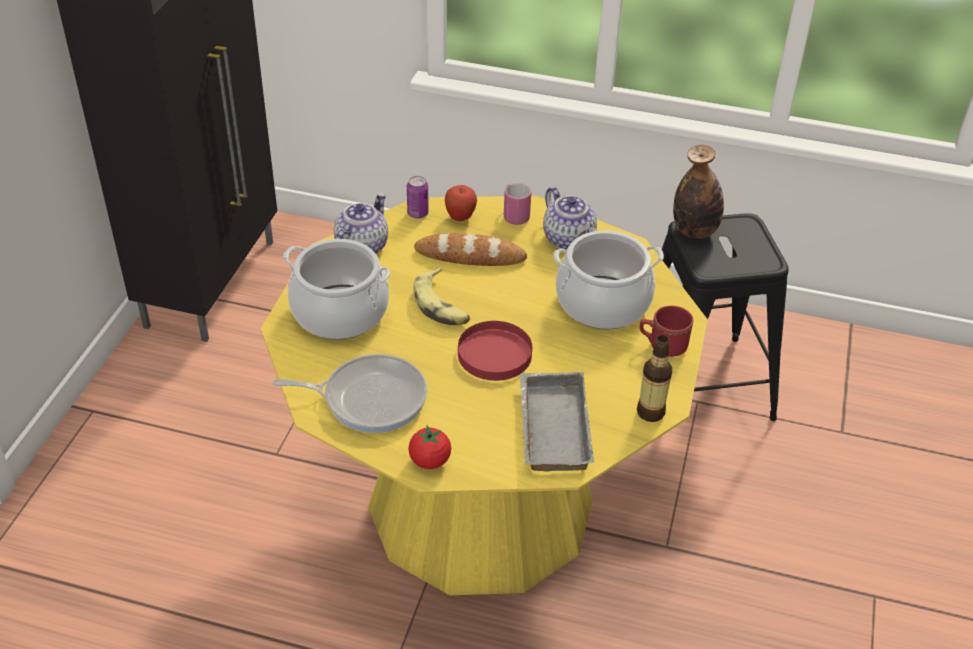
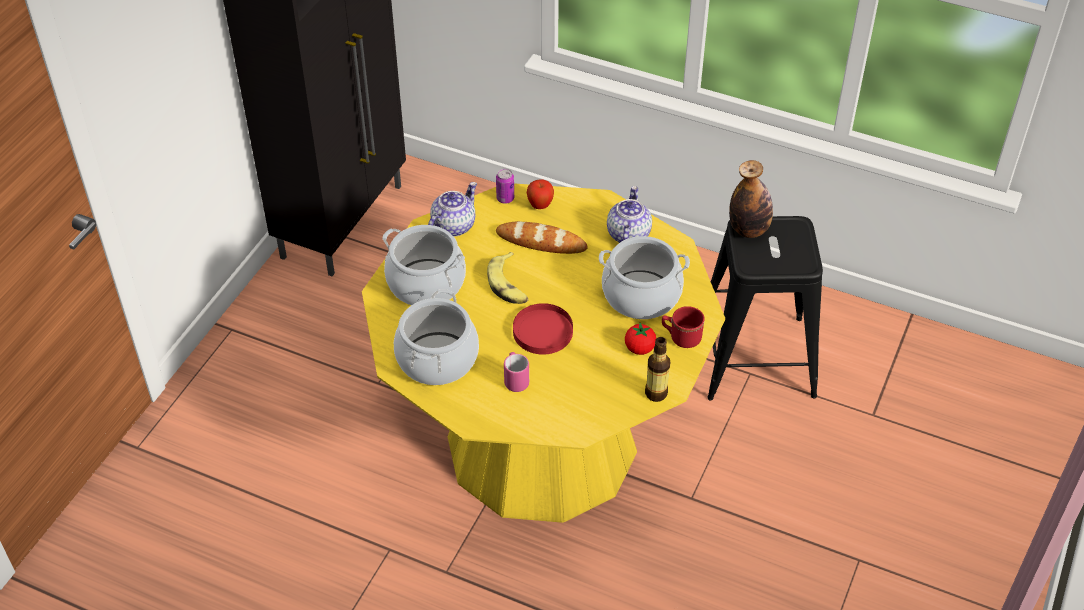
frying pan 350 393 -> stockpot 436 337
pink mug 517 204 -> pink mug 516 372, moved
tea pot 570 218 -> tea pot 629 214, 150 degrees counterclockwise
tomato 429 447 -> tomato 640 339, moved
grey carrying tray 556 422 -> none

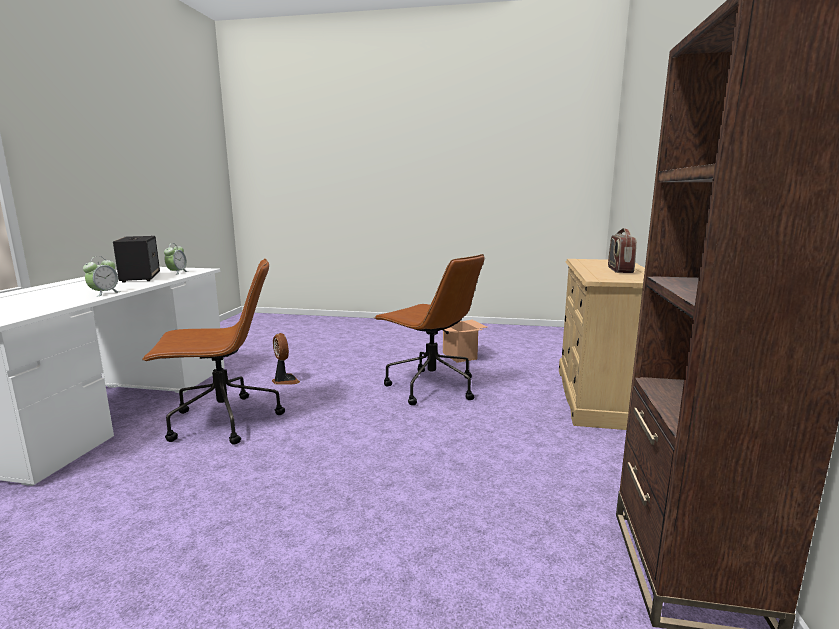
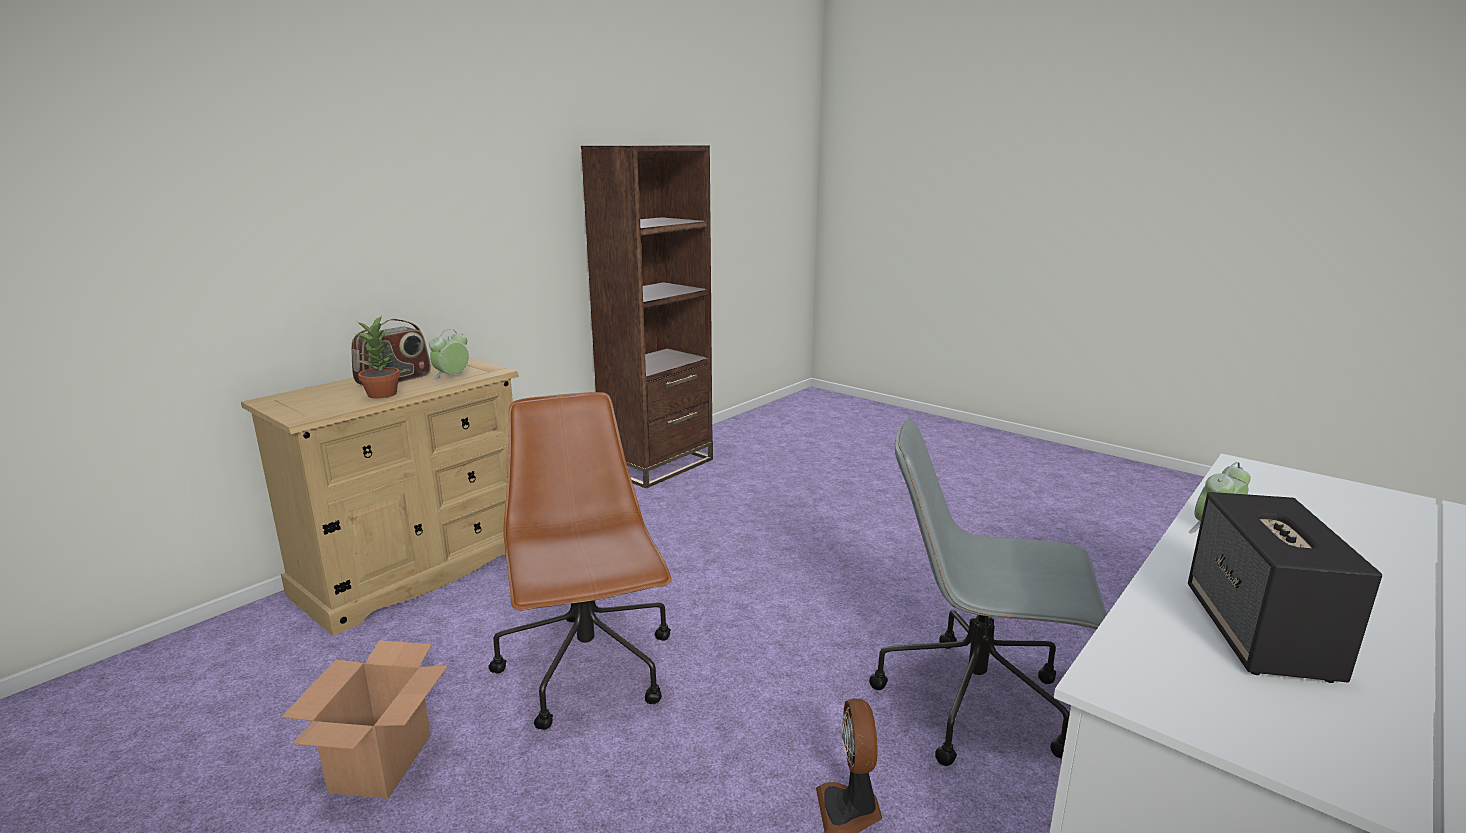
none -> houseplant 378 357
alarm clock 176 259 -> alarm clock 449 354, moved
brown-coloured computer chair 213 351 -> grey computer chair 988 592

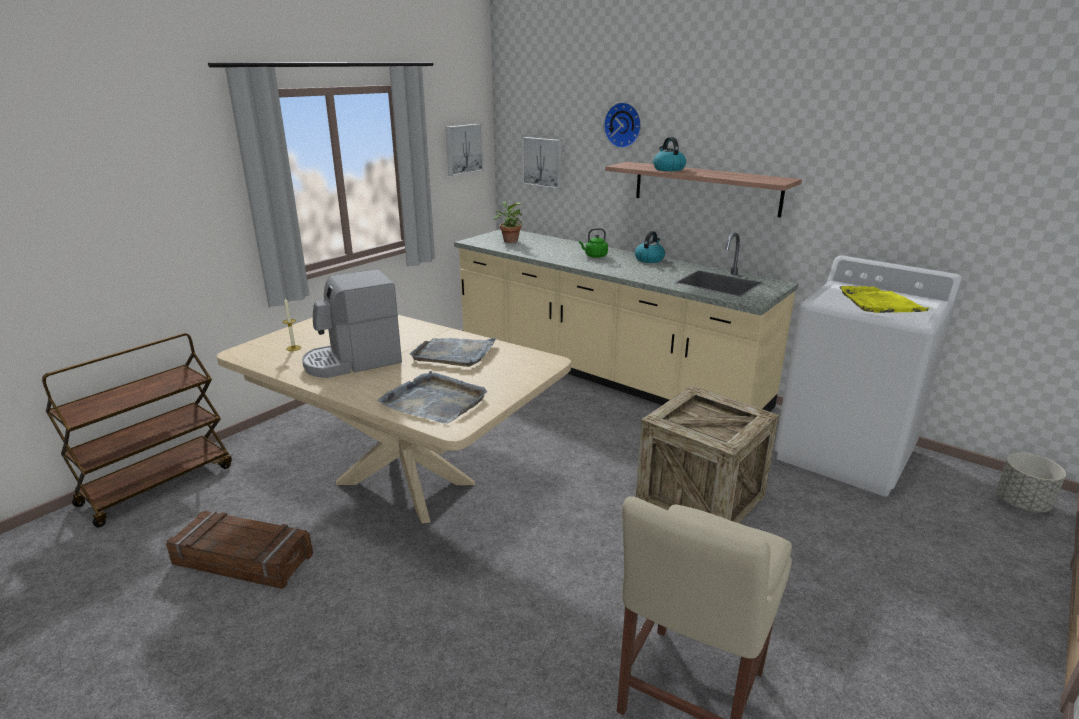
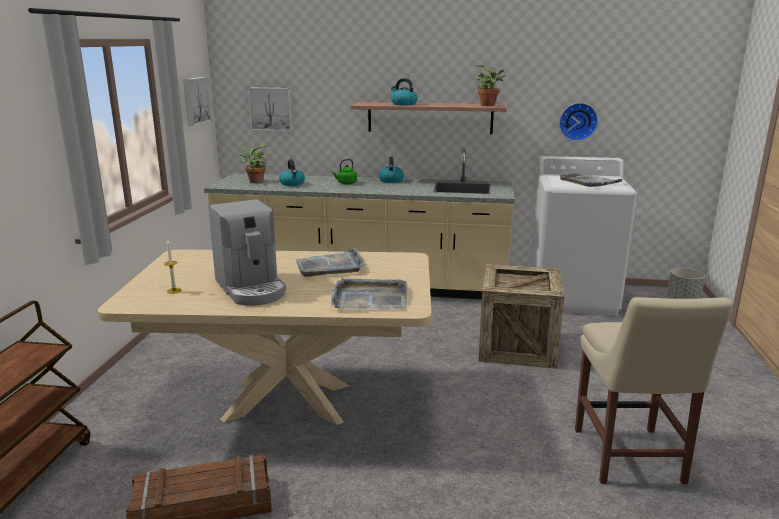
coffee maker 352 323 -> coffee maker 247 252, 60 degrees counterclockwise
none -> kettle 292 172
none -> houseplant 491 85
hanging clock 622 125 -> hanging clock 578 122, moved
yellow carrying tray 884 299 -> grey carrying tray 590 180

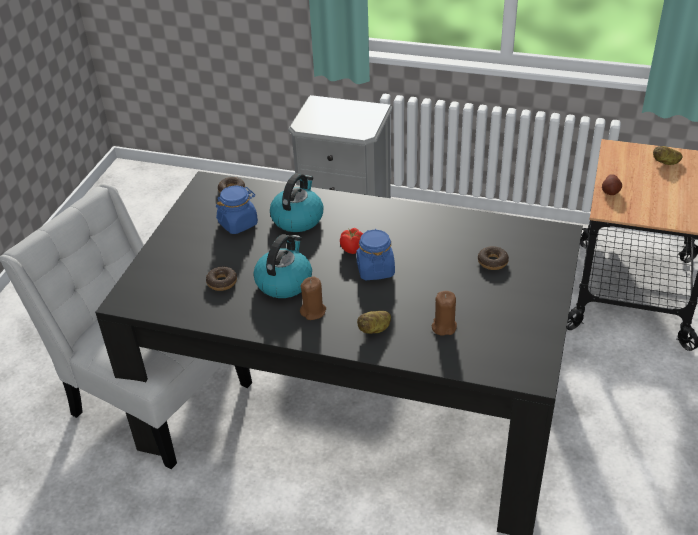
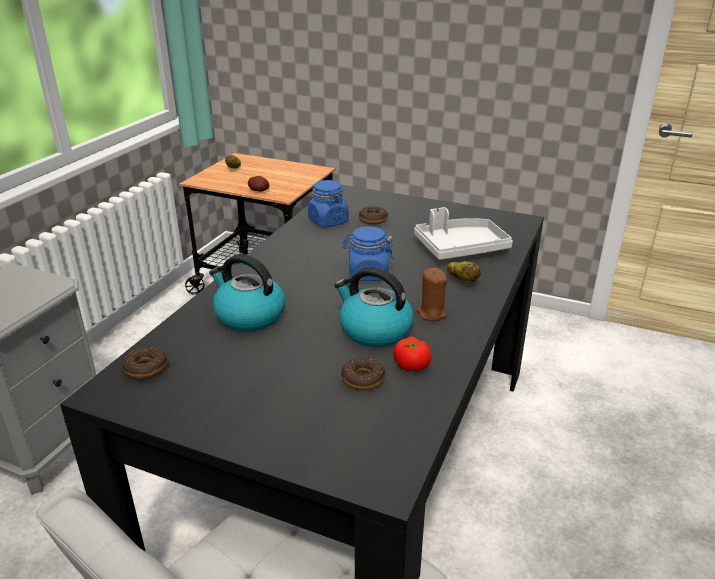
blue-coloured preserve jar 237 210 -> blue-coloured preserve jar 328 203, moved
tomato 351 241 -> tomato 412 354, moved
brown-coloured candle 444 313 -> grey carrying tray 463 233

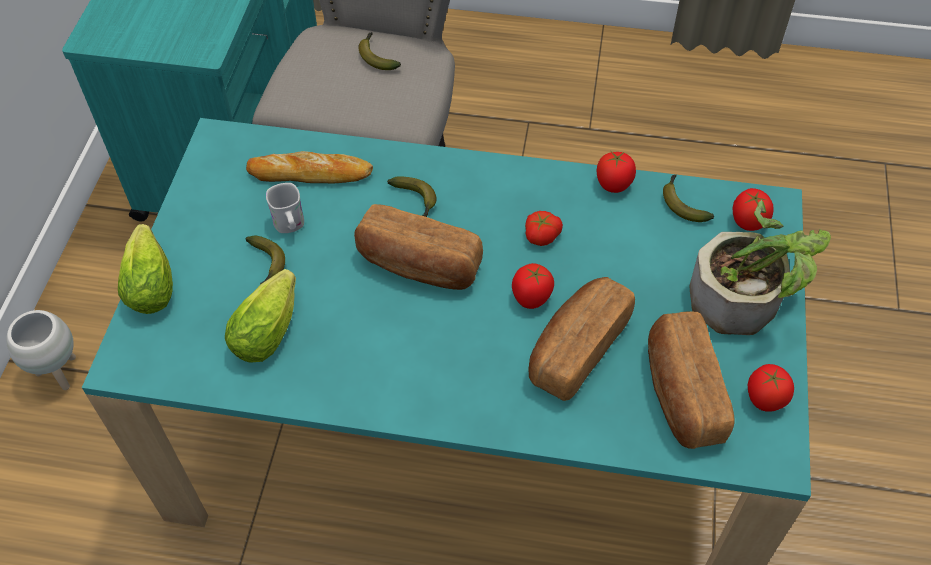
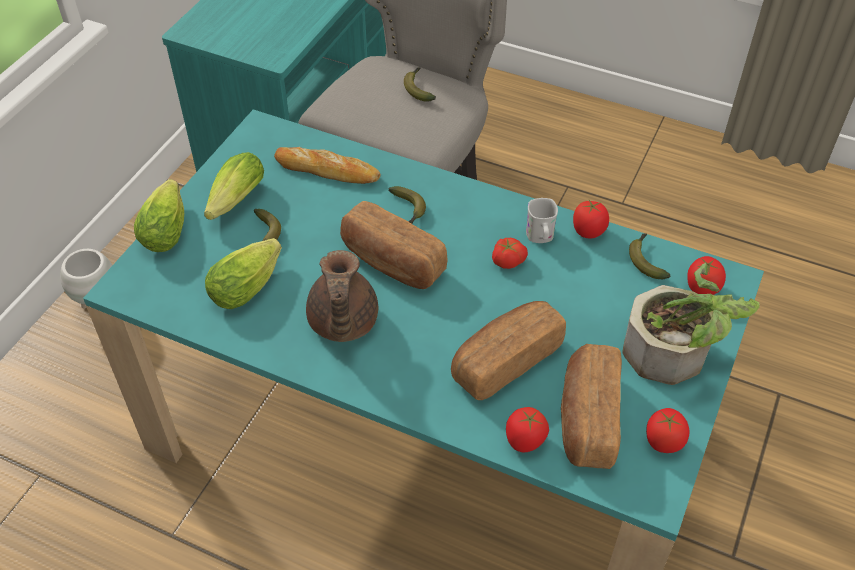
none -> head of lettuce 234 186
none -> brown-coloured tea pot 342 296
tomato 533 286 -> tomato 527 429, moved
whitish mug 285 208 -> whitish mug 542 220, moved

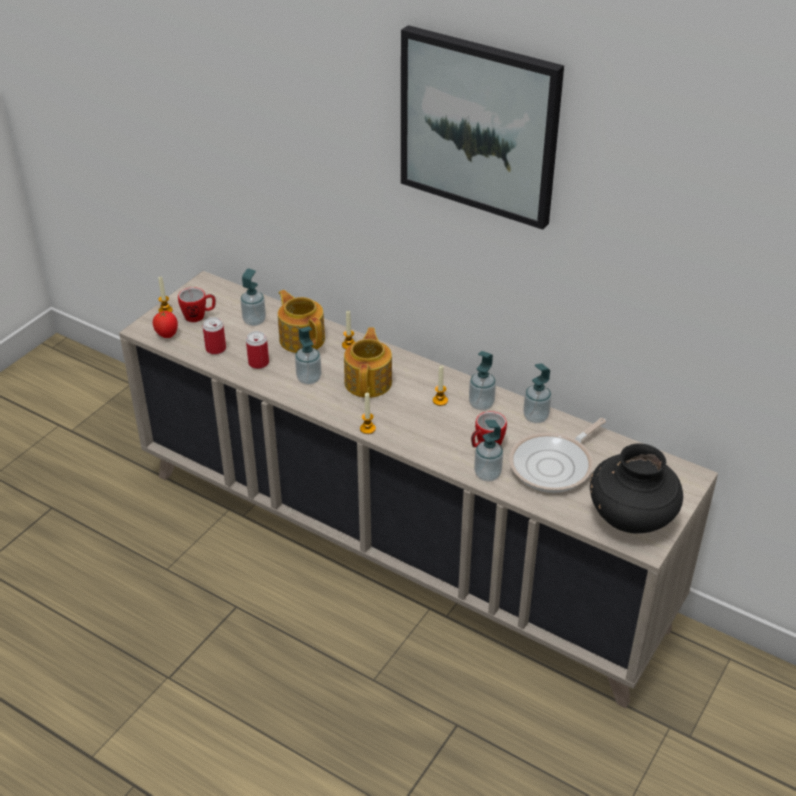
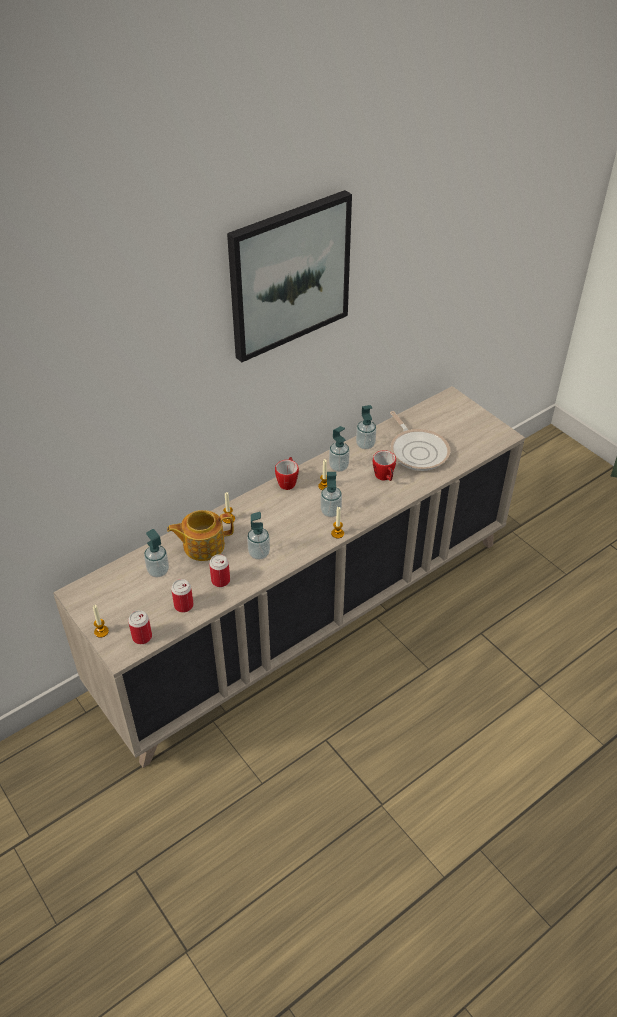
tomato 165 324 -> metal can 140 627
mug 197 304 -> mug 287 473, moved
soap dispenser 488 451 -> soap dispenser 331 494, moved
tea pot 368 362 -> none
black flower vase 636 488 -> none

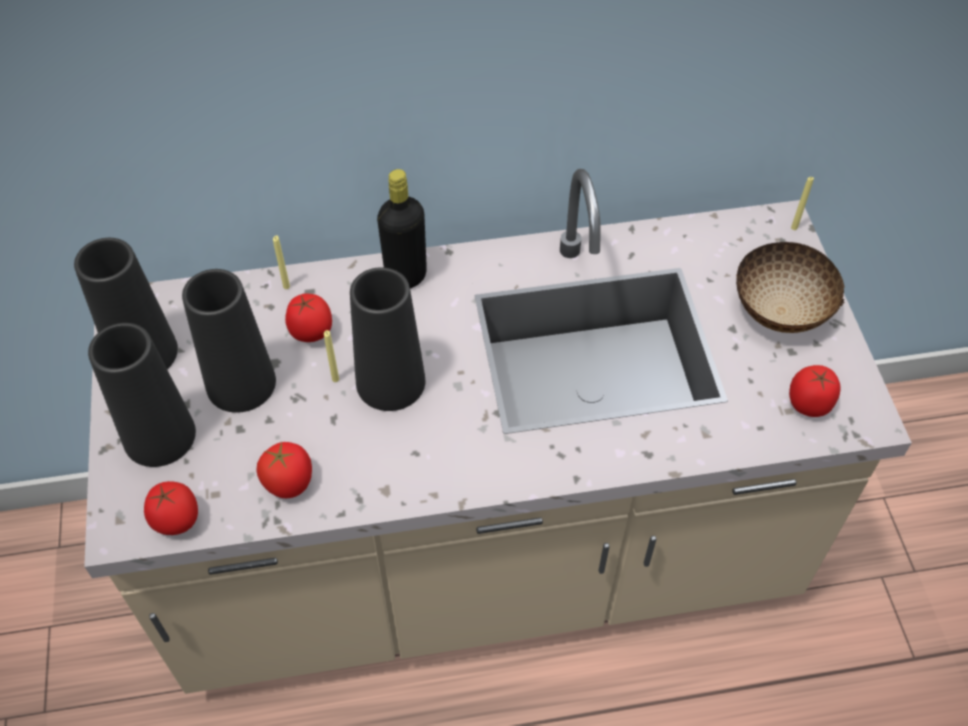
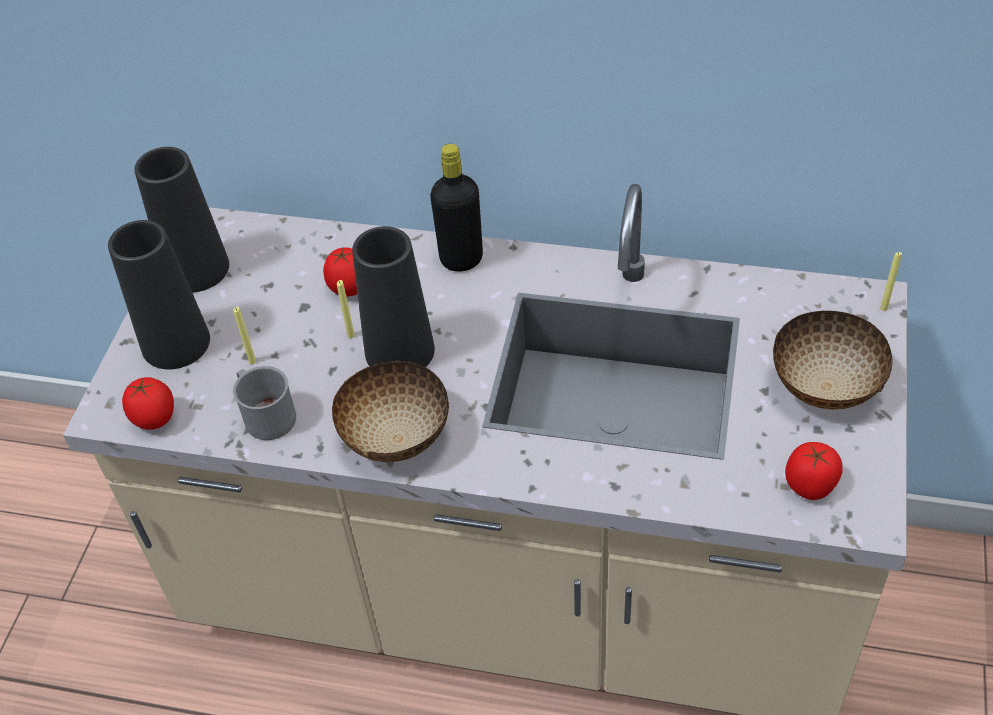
yellow candle 281 262 -> yellow candle 244 335, moved
tomato 284 470 -> grey mug 264 403
none -> serving bowl 390 411
black flower vase 229 341 -> none

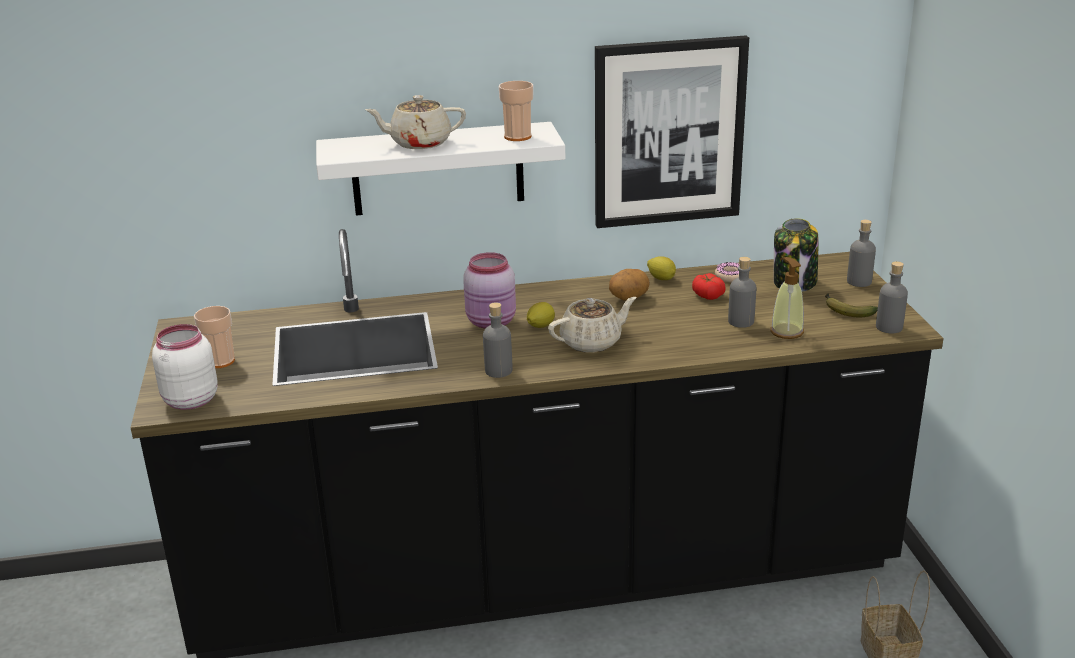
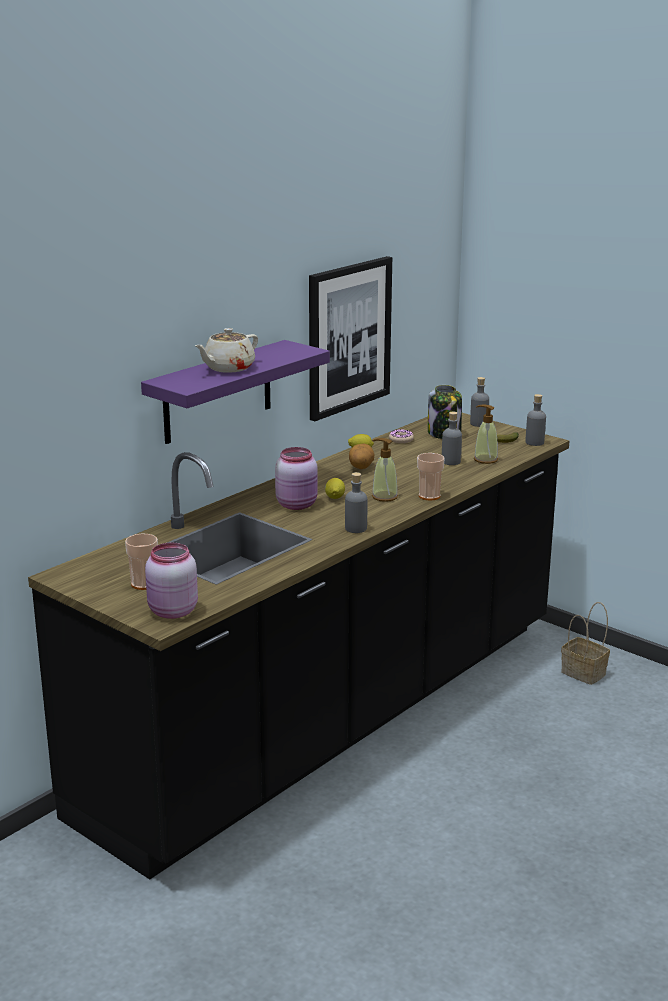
whitish shelf 440 169 -> purplish shelf 235 392
whitish preserve jar 185 367 -> pink preserve jar 171 581
beige tea pot 592 325 -> soap dispenser 385 470
small cup 516 111 -> small cup 431 476, moved
tomato 709 286 -> none

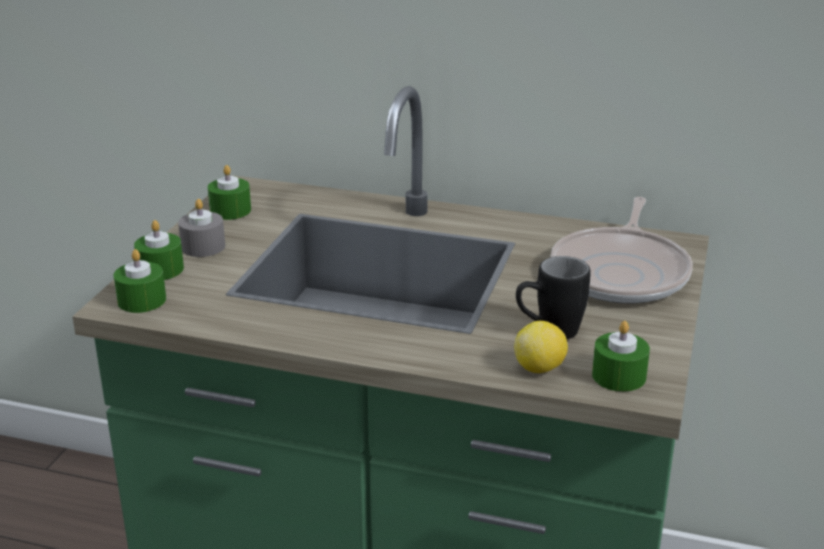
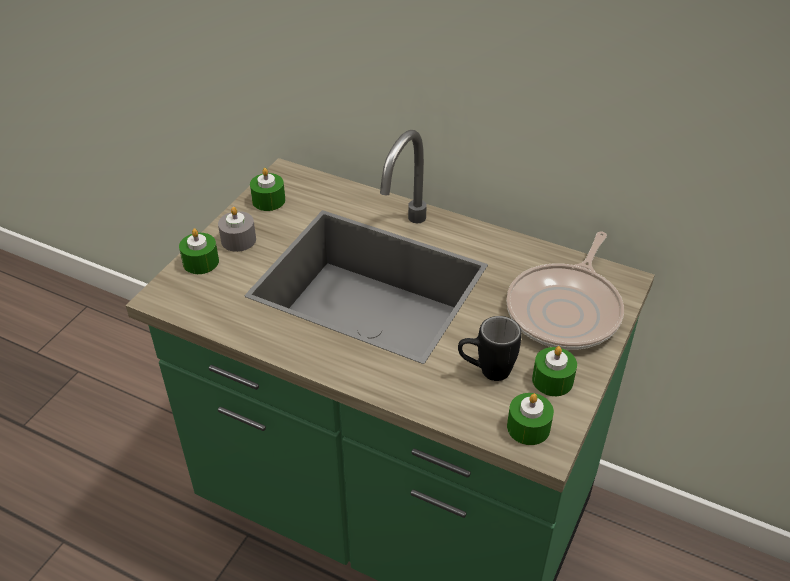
green candle 139 281 -> green candle 554 371, moved
citrus fruit 541 347 -> none

